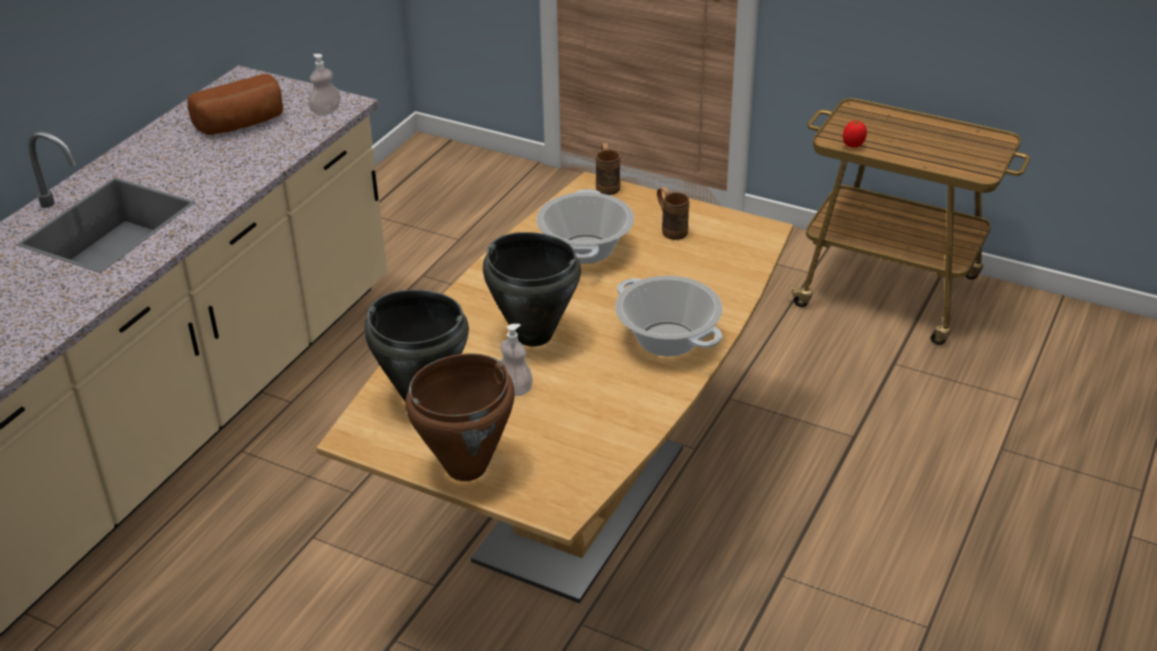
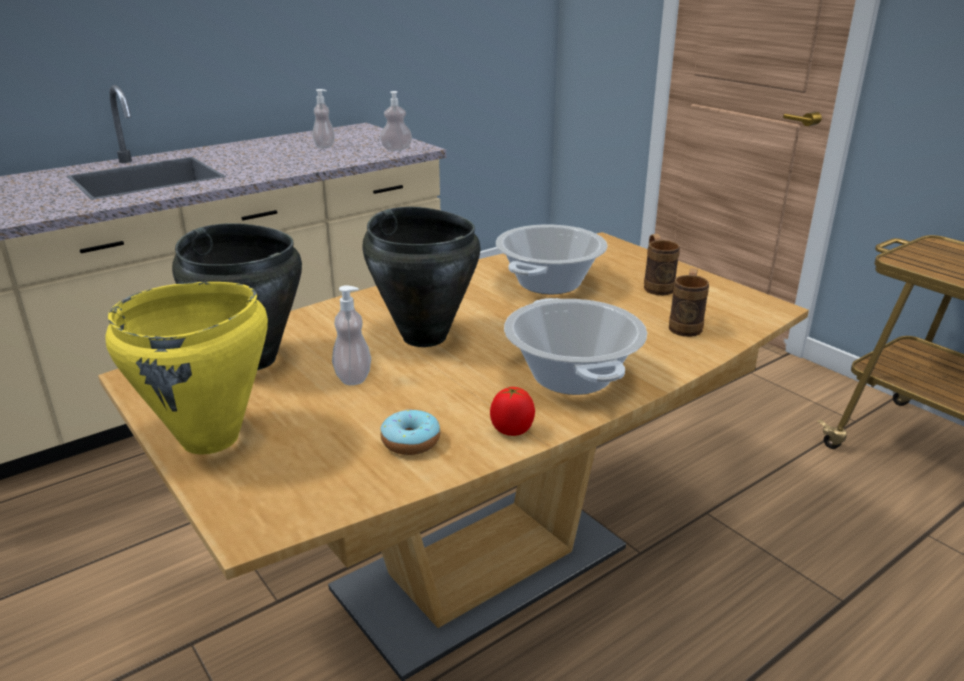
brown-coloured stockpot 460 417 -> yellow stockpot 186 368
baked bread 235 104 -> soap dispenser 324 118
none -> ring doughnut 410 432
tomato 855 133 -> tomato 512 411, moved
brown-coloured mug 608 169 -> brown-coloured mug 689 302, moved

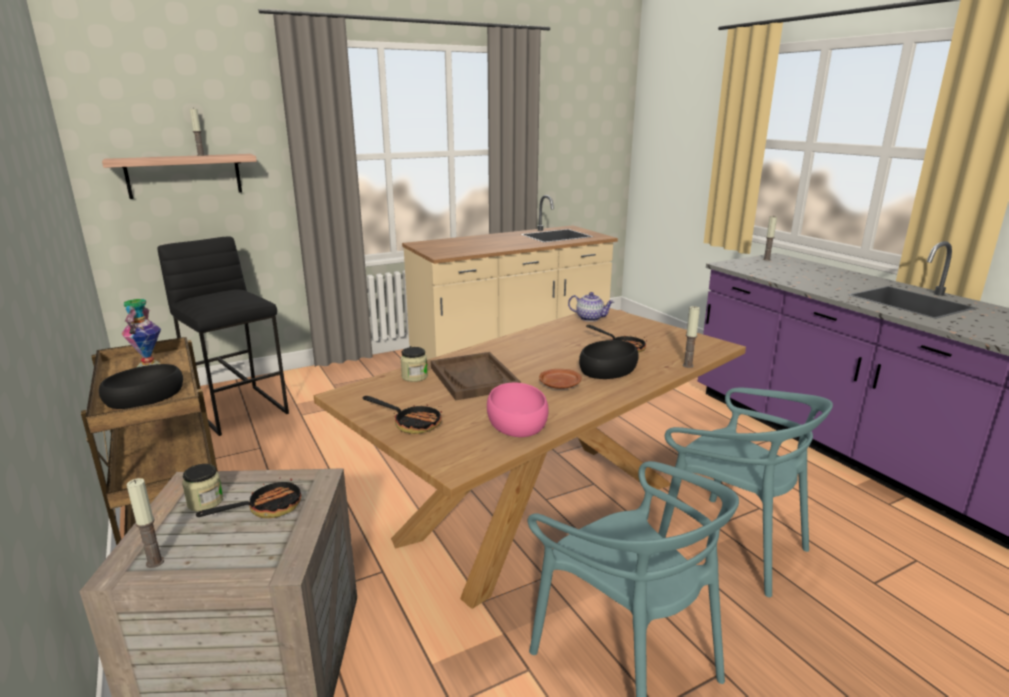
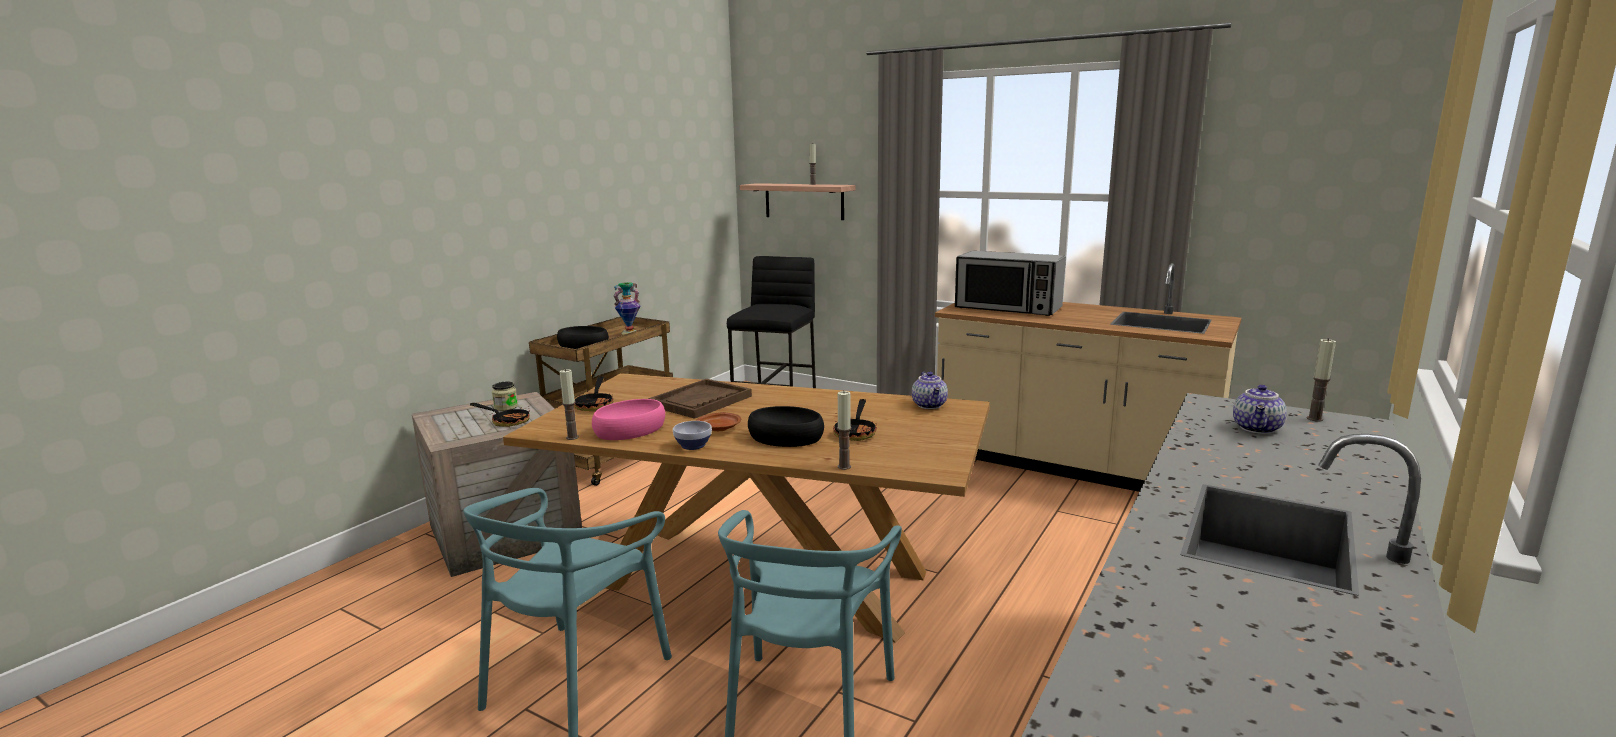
candle 145 523 -> candle 569 404, moved
none -> serving bowl 692 435
none -> kitchen microwave 1010 283
none -> tea pot 1260 409
preserve jar 414 364 -> none

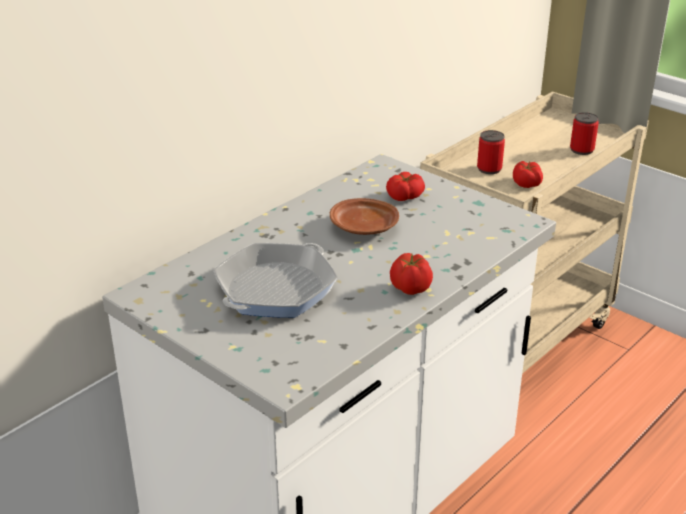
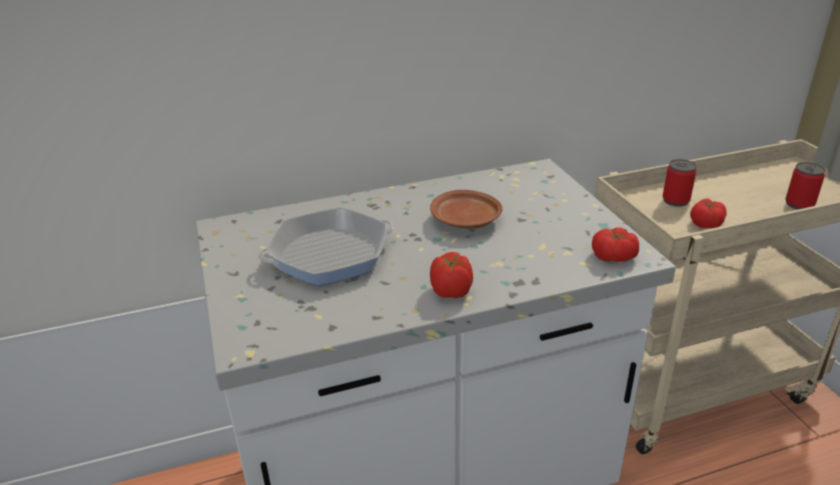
tomato 405 186 -> tomato 615 244, moved

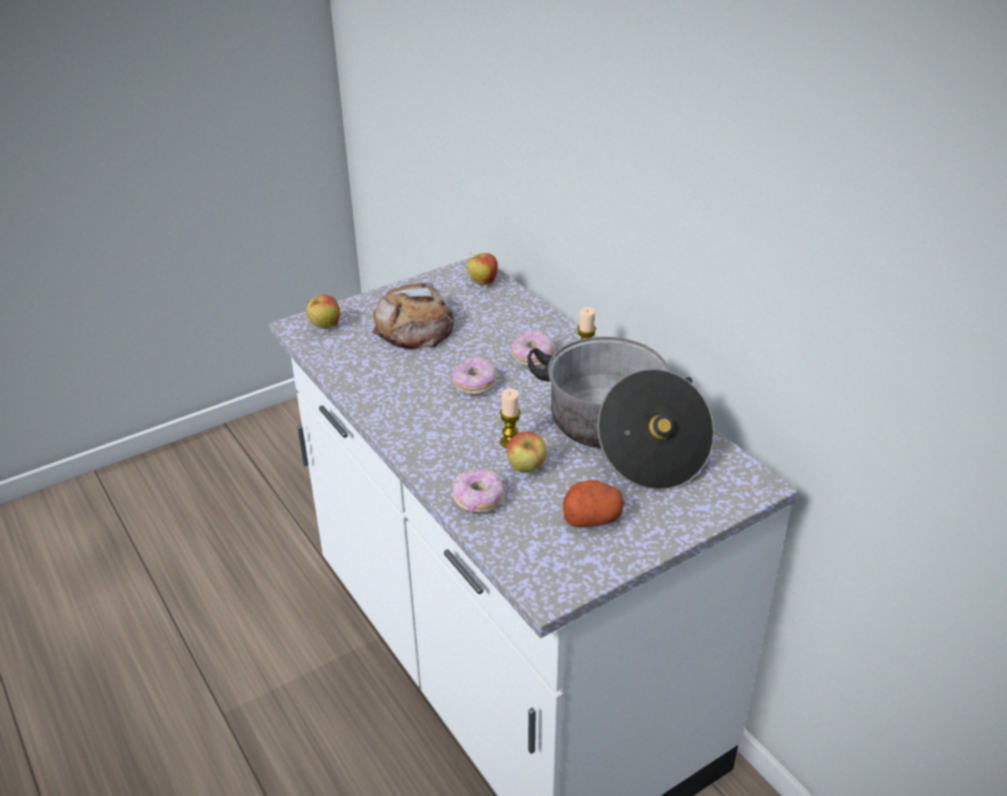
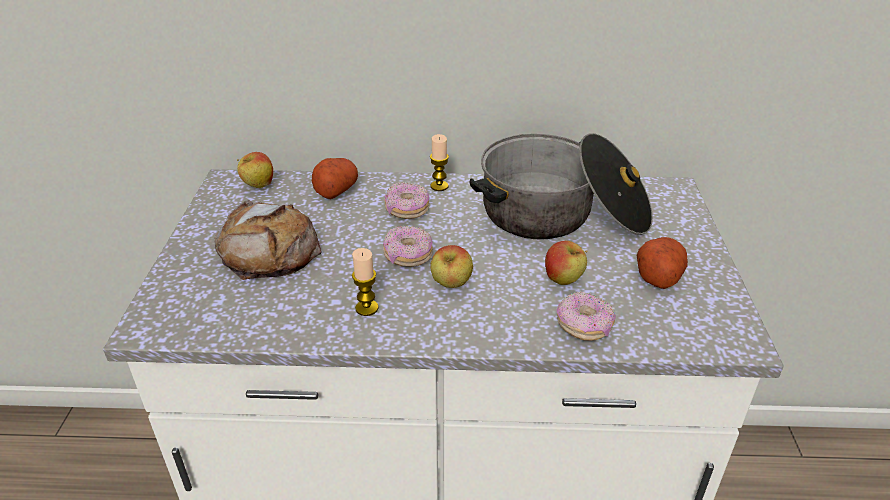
none -> whole potato 335 178
candle 510 418 -> candle 365 282, moved
apple 323 312 -> apple 451 266, moved

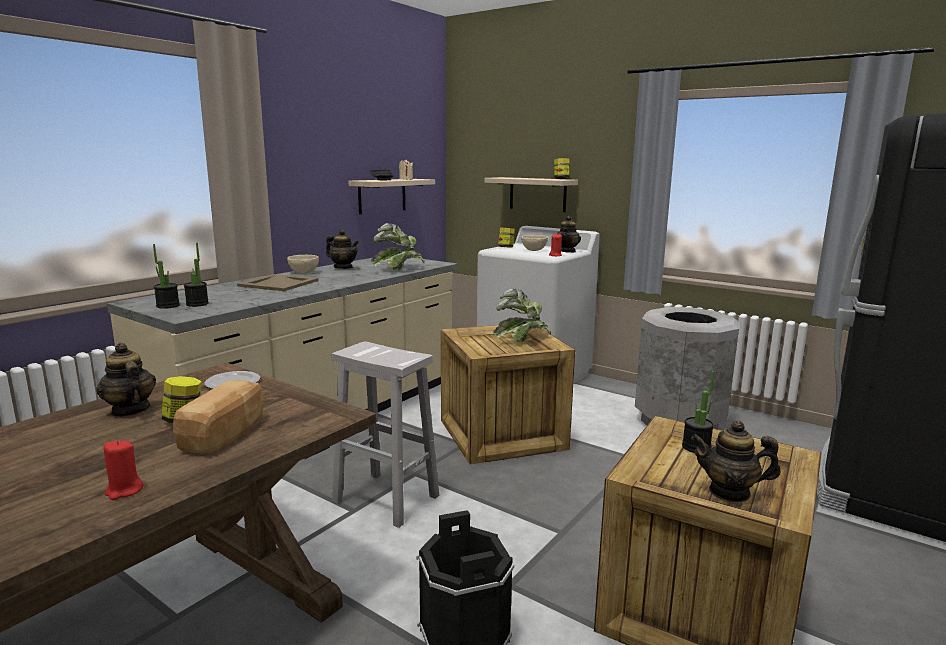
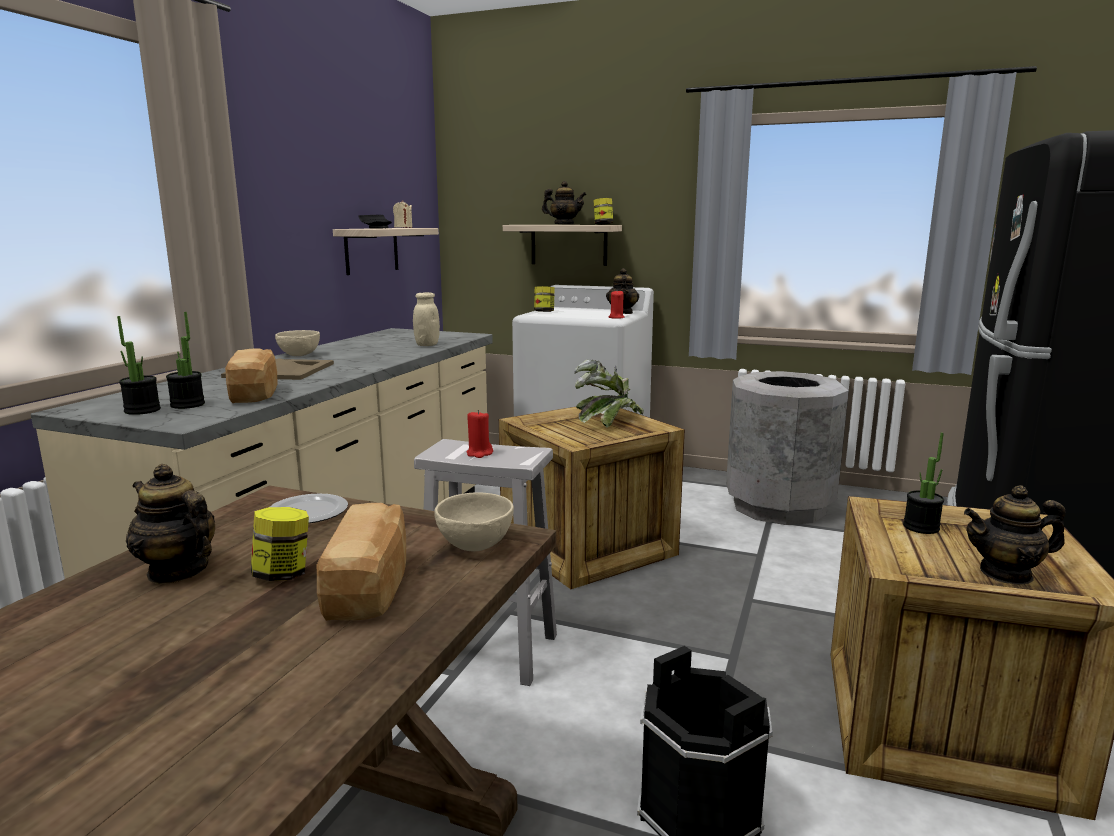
none -> baked bread 251 375
houseplant 398 247 -> beige preserve jar 426 319
beige serving bowl 534 243 -> beige serving bowl 474 521, moved
red-coloured candle 124 470 -> red-coloured candle 479 434, moved
tea pot 342 249 -> tea pot 564 203, moved

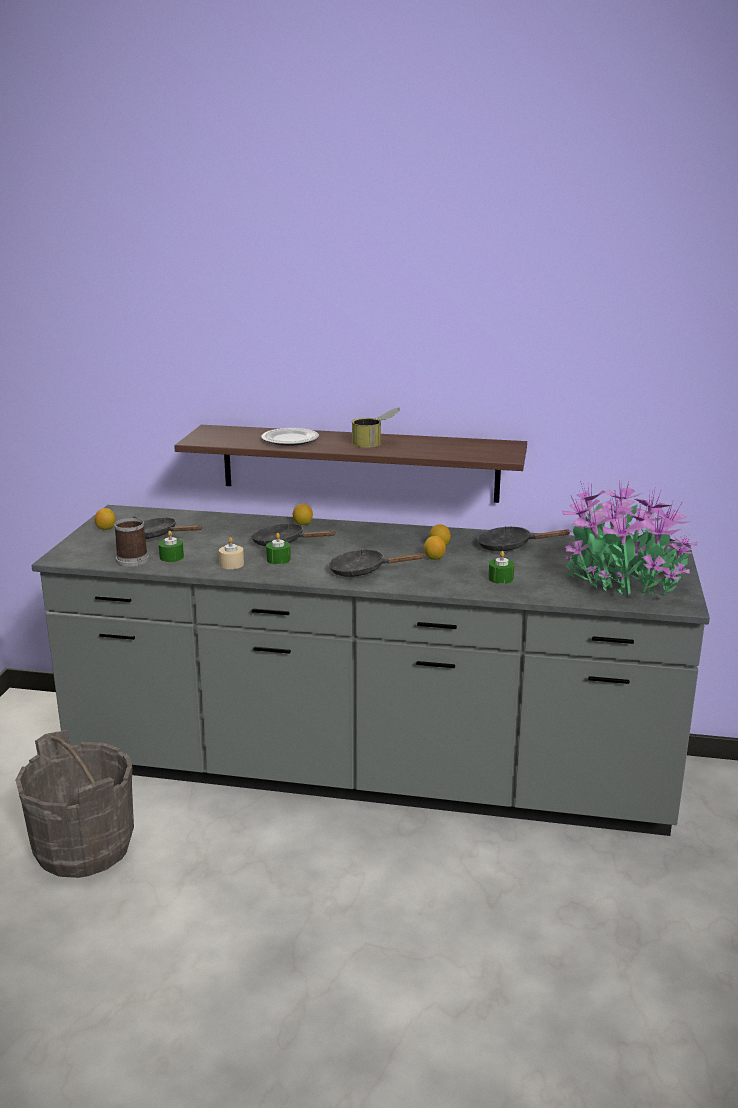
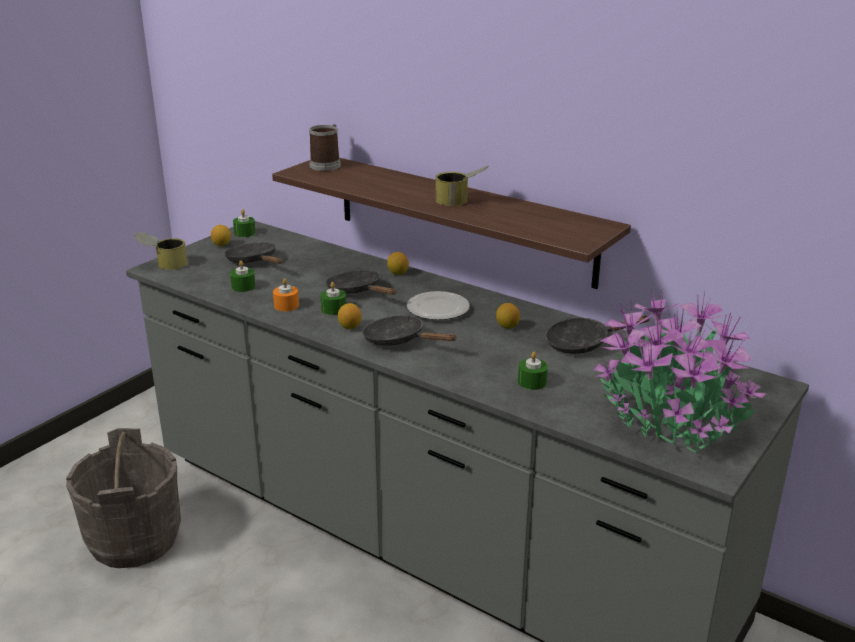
none -> metal can 161 251
none -> green candle 244 223
beige candle 231 553 -> orangey candle 286 295
mug 131 542 -> mug 325 148, moved
citrus fruit 435 548 -> citrus fruit 350 316, moved
plate 290 437 -> plate 438 305, moved
black frying pan 523 539 -> black frying pan 598 334, 45 degrees counterclockwise

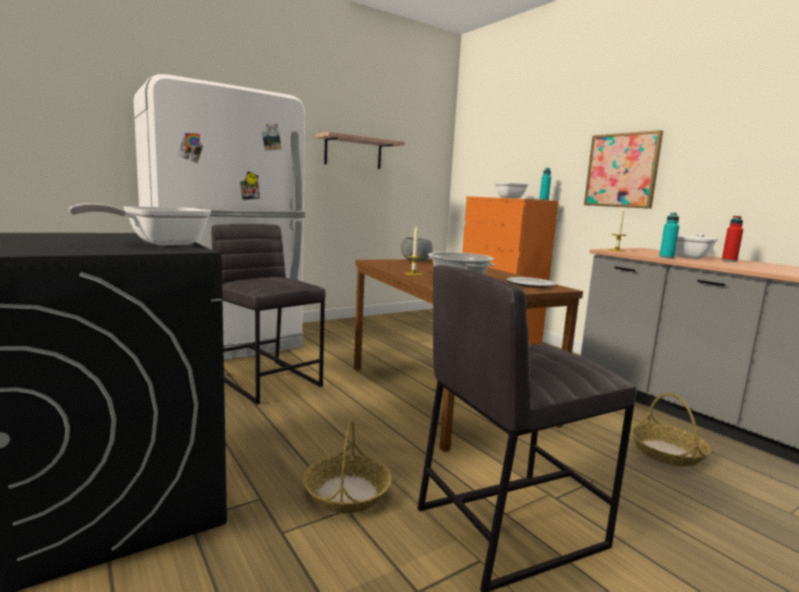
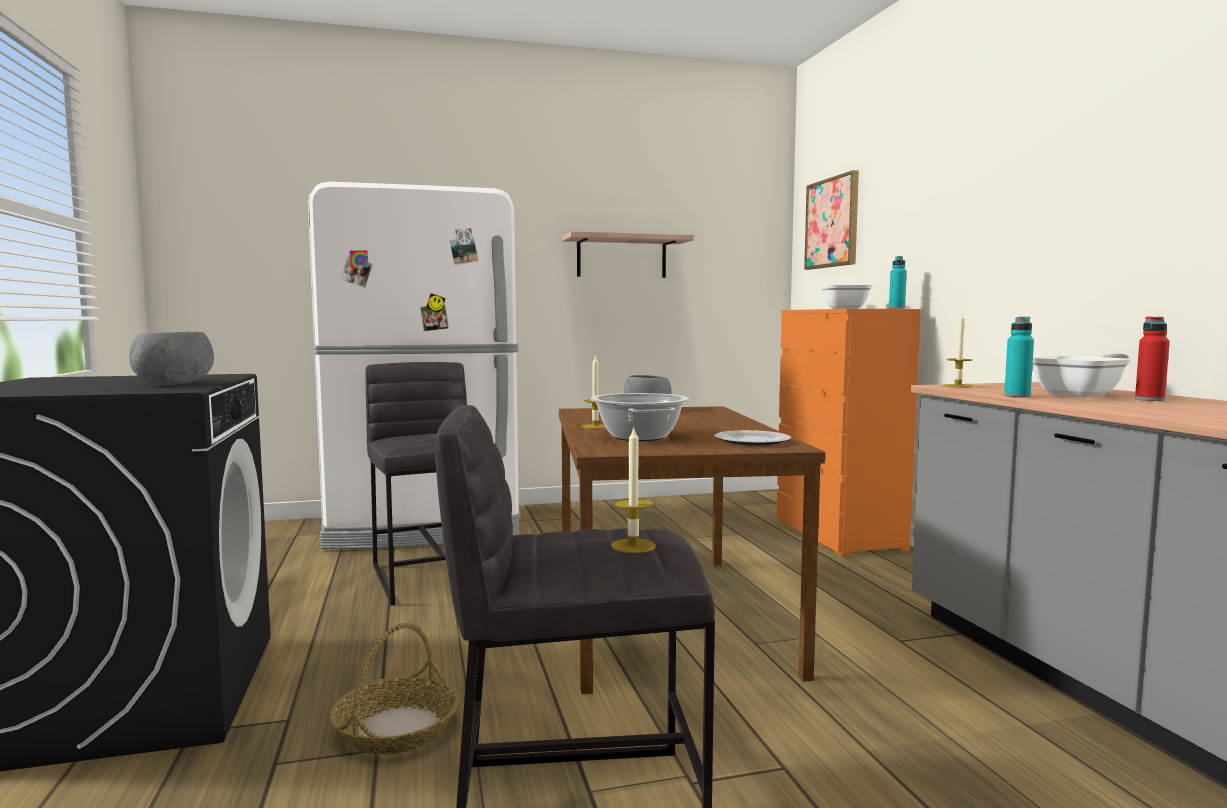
frying pan 139 224 -> grey serving bowl 171 358
none -> candle 633 489
wall art 623 169 -> wall art 831 220, moved
basket 670 430 -> none

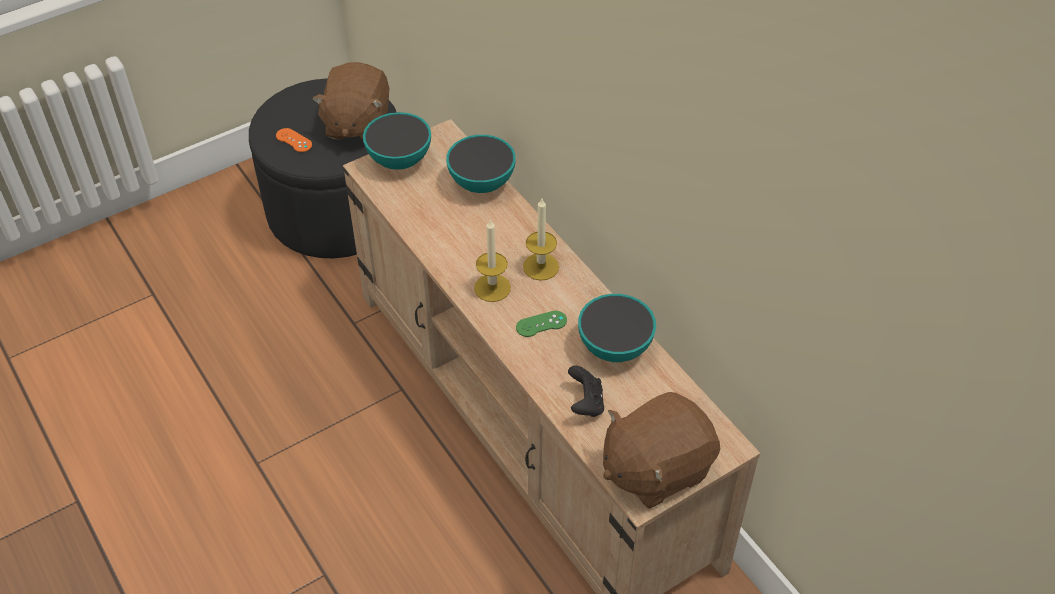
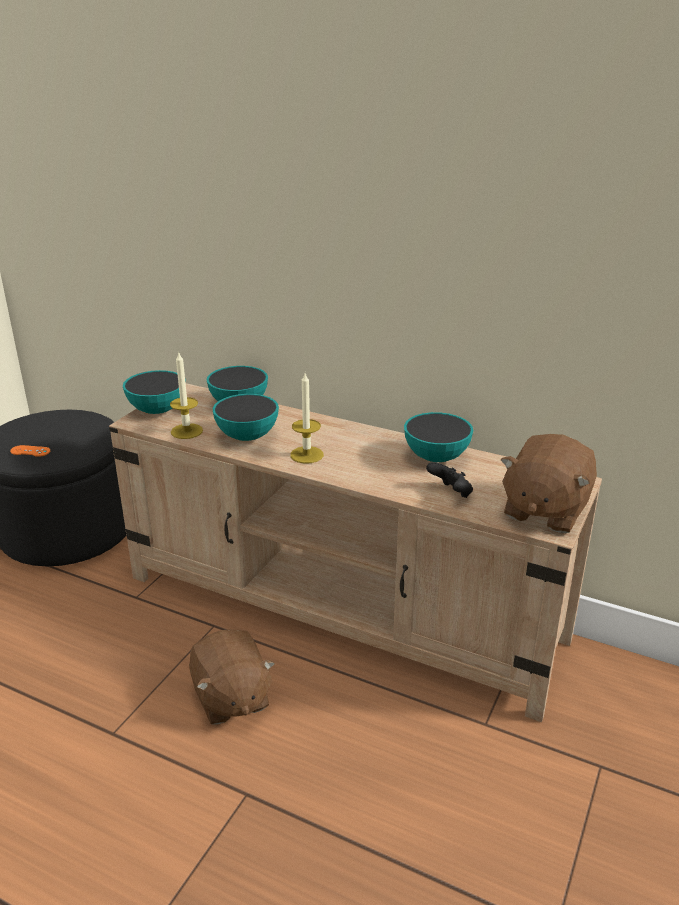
candle 541 240 -> candle 186 395, moved
brown-coloured cuddly toy 350 101 -> brown-coloured cuddly toy 232 677, moved
none -> serving bowl 246 417
green gamepad 541 324 -> none

